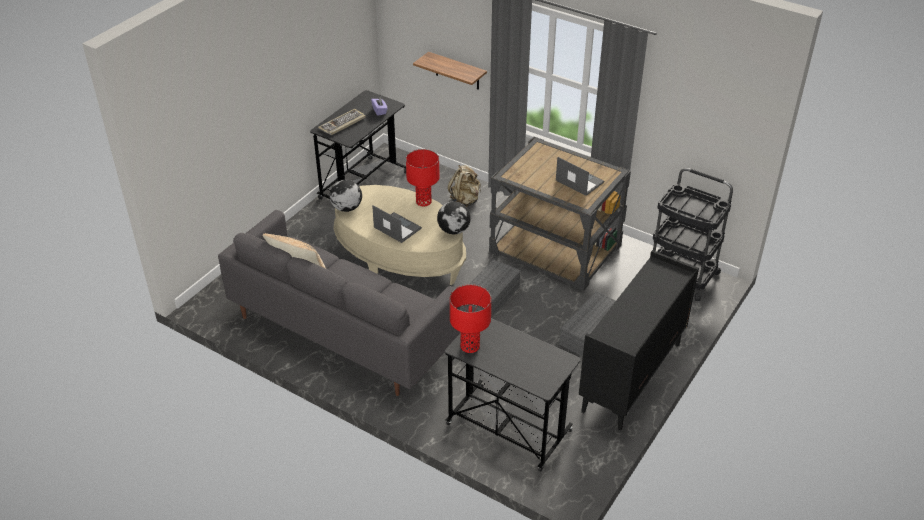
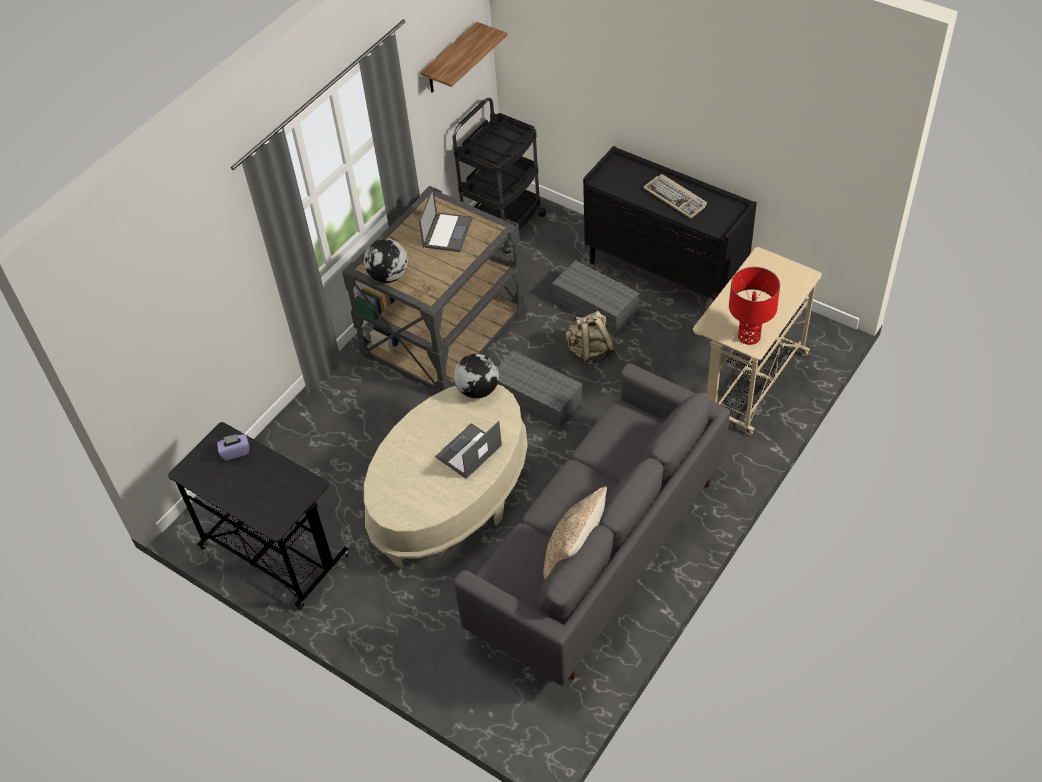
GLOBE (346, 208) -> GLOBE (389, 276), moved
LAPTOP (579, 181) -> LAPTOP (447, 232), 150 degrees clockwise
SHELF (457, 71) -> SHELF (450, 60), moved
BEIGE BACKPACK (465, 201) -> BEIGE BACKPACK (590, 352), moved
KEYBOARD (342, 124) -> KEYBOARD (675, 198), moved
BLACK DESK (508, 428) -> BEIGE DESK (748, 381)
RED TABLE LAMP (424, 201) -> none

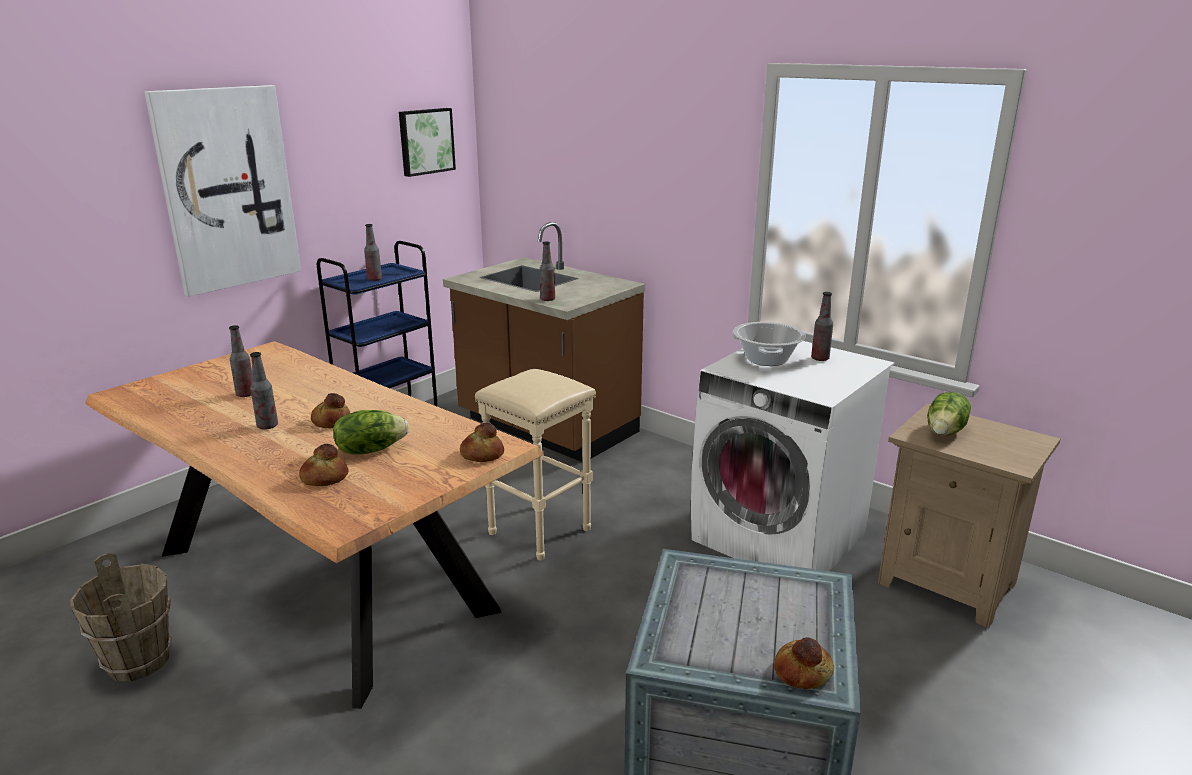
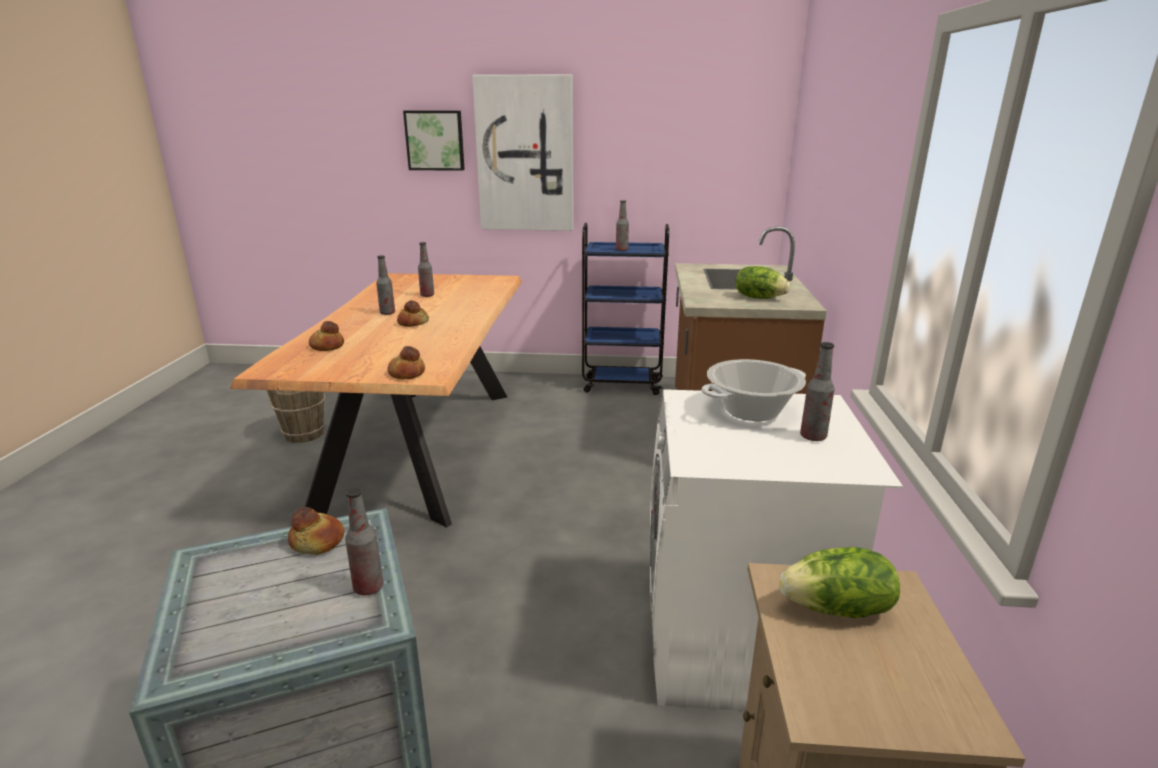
BREAD (802, 671) -> BREAD (318, 541), moved
BOTTLE (547, 299) -> BOTTLE (368, 587), moved
PICTURE (425, 141) -> PICTURE (435, 140), moved
LETTUCE (370, 450) -> LETTUCE (759, 298), moved
BEIGE STOOL (542, 531) -> none

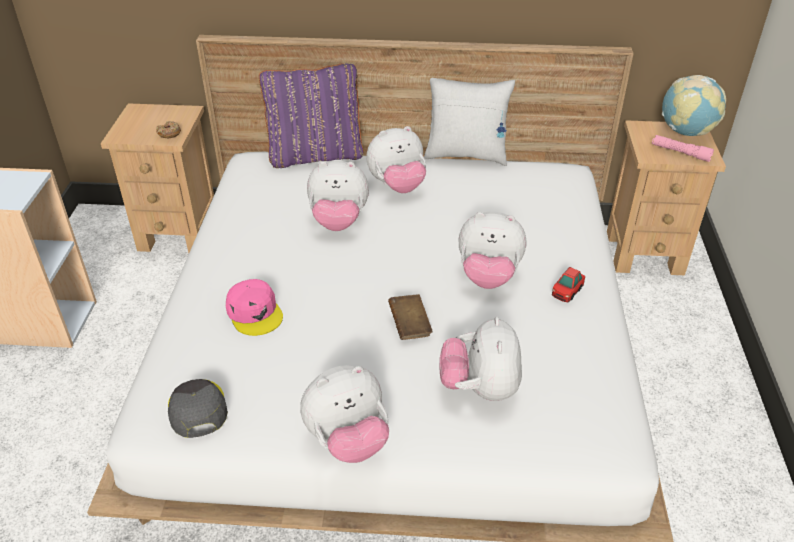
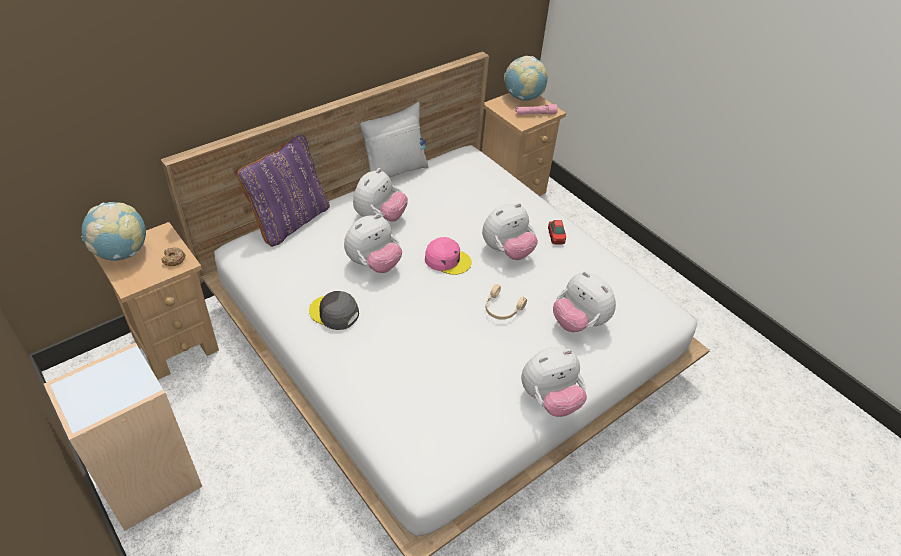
none -> GLOBE (122, 252)
GREY CAP (197, 409) -> GREY CAP (334, 313), moved
PINK CAP (255, 312) -> PINK CAP (447, 260), moved
BROWN BOOK (410, 326) -> BEIGE HEADPHONES (502, 309)
PLUSH TOY (348, 440) -> PLUSH TOY (549, 399), 45 degrees clockwise

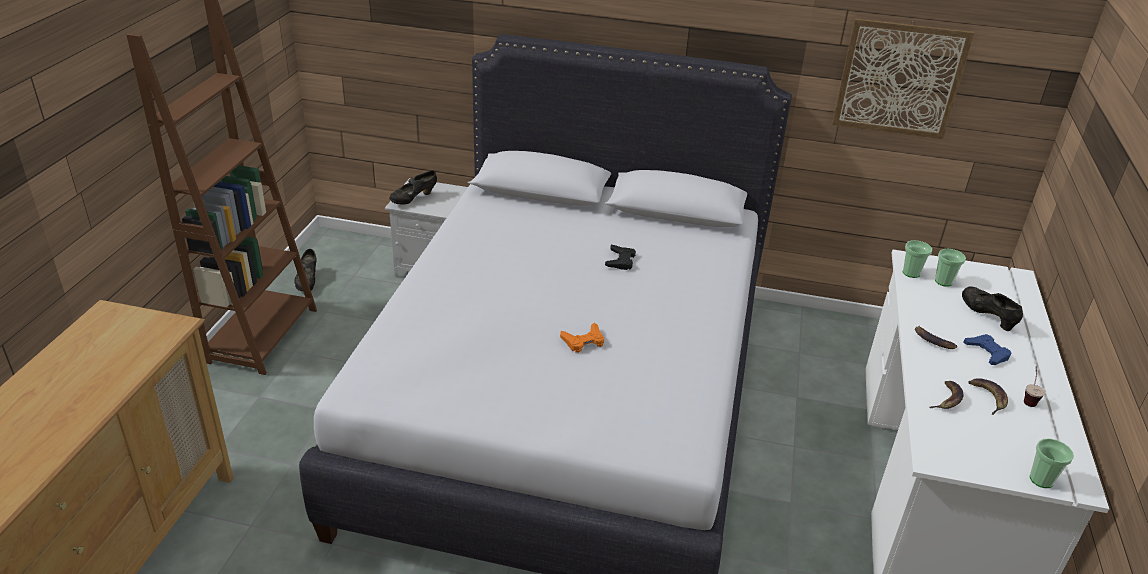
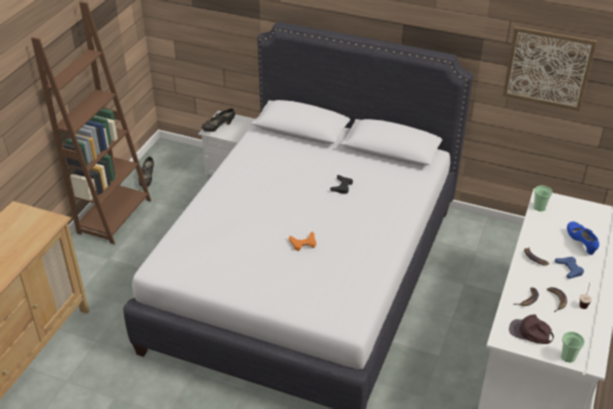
none -> BROWN CAP (530, 333)
BLACK SHOE (987, 317) -> BLUE SHOE (580, 243)
CUP (943, 281) -> none

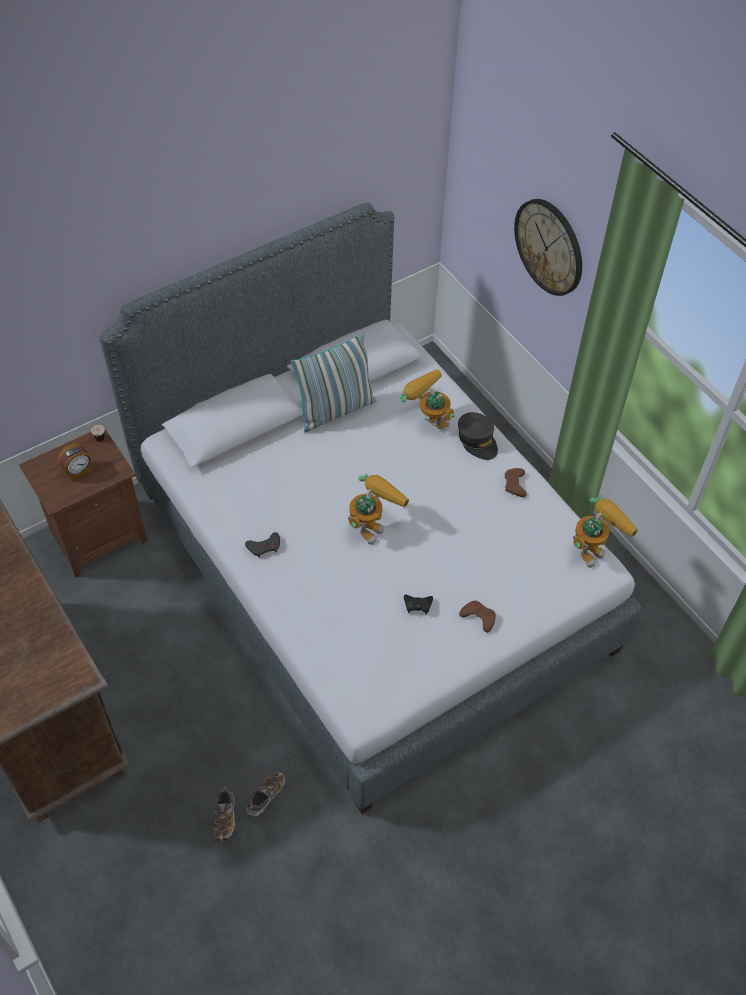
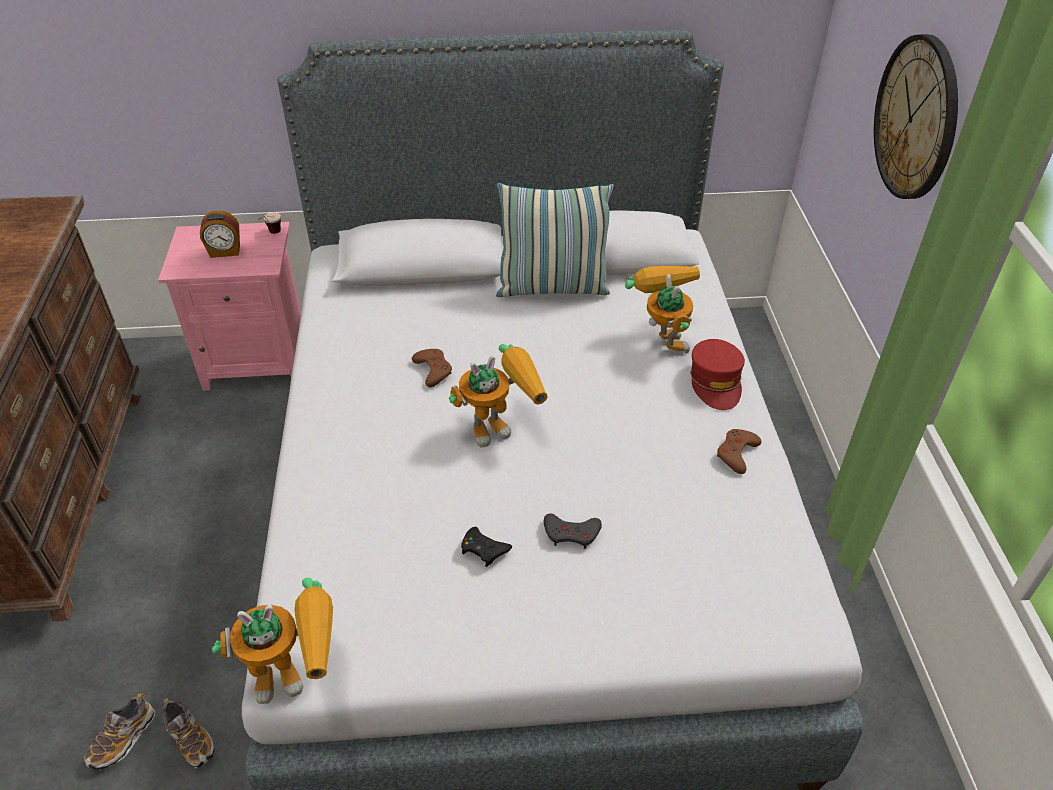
BROWN NIGHTSTAND (98, 536) -> PINK NIGHTSTAND (257, 361)
SHOE (265, 796) -> SHOE (190, 738), 75 degrees clockwise
TOY ROBOT (594, 547) -> TOY ROBOT (298, 672), moved
BROWN GAME CONTROLLER (478, 617) -> BROWN GAME CONTROLLER (433, 370), moved
GREY GAME CONTROLLER (264, 547) -> GREY GAME CONTROLLER (571, 533), moved
GREY CAP (477, 441) -> RED CAP (716, 382)

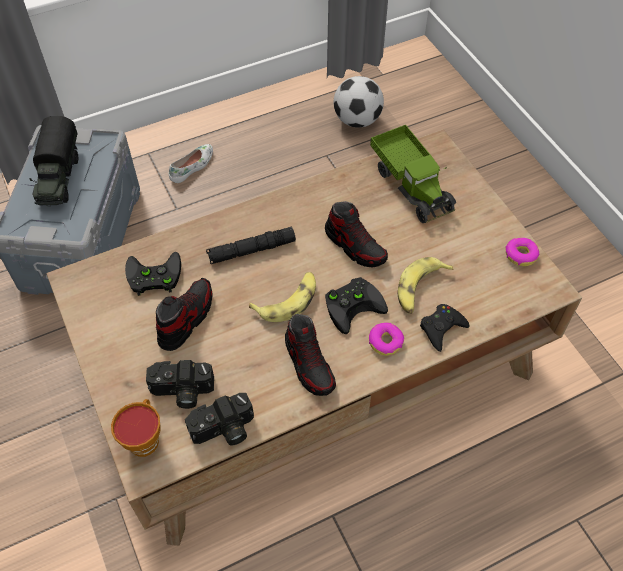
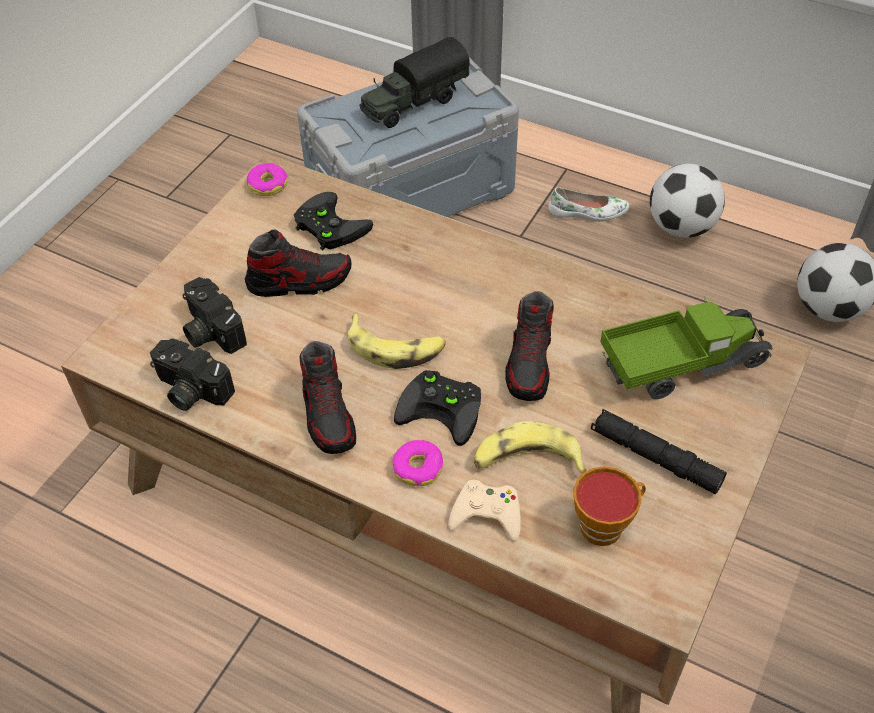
DONUT (520, 255) -> DONUT (268, 185), moved
SHOE (309, 364) -> SHOE (328, 414), 45 degrees counterclockwise
BLACK GAME CONTROLLER (441, 328) -> BEIGE GAME CONTROLLER (487, 514)
CUP (144, 438) -> CUP (605, 524), moved
BLACK FLASHLIGHT (251, 250) -> BLACK FLASHLIGHT (655, 457), moved
TOY TRUCK (411, 184) -> TOY TRUCK (681, 364), 135 degrees counterclockwise
none -> FOOTBALL (681, 227)

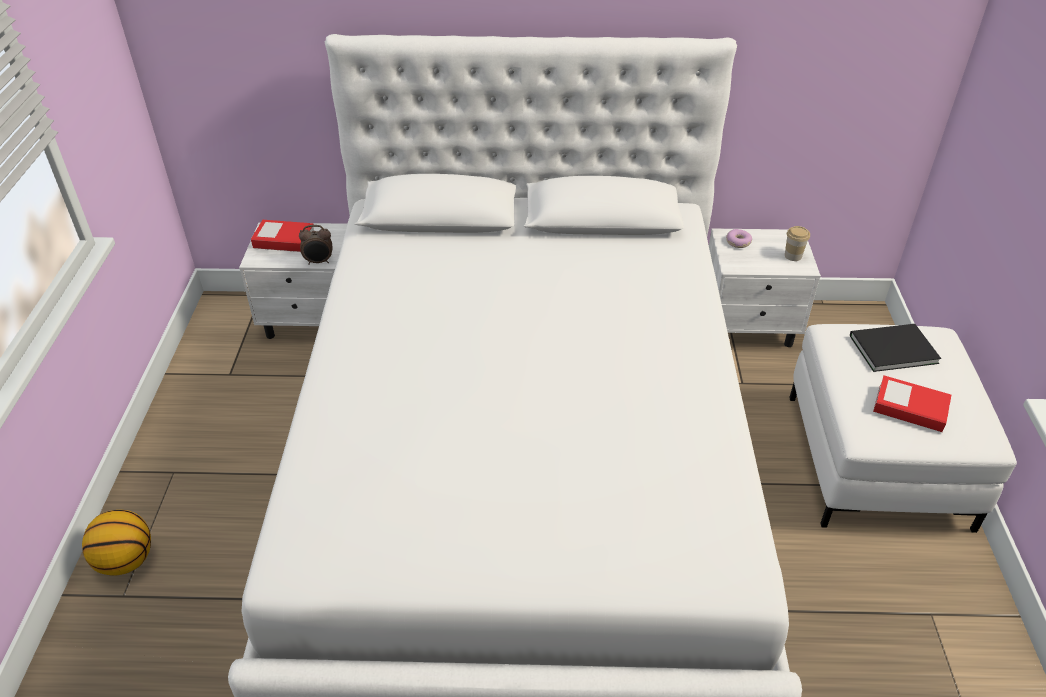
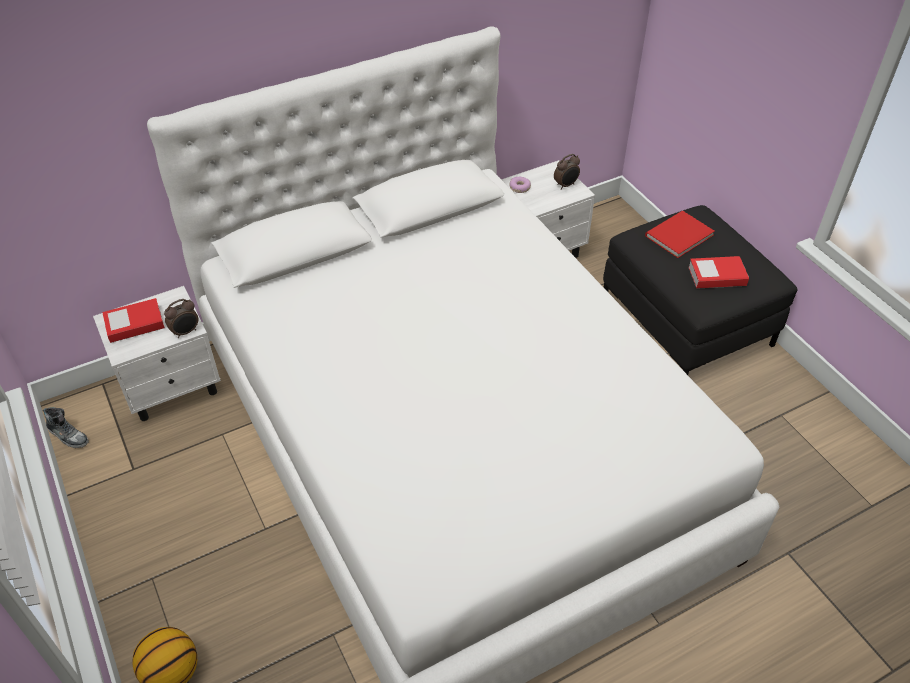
none -> SHOE (68, 435)
CUP (793, 256) -> ALARM CLOCK (566, 185)
WHITE OTTOMAN (877, 461) -> BLACK OTTOMAN (687, 321)
BLACK BOOK (890, 348) -> RED BOOK (677, 235)

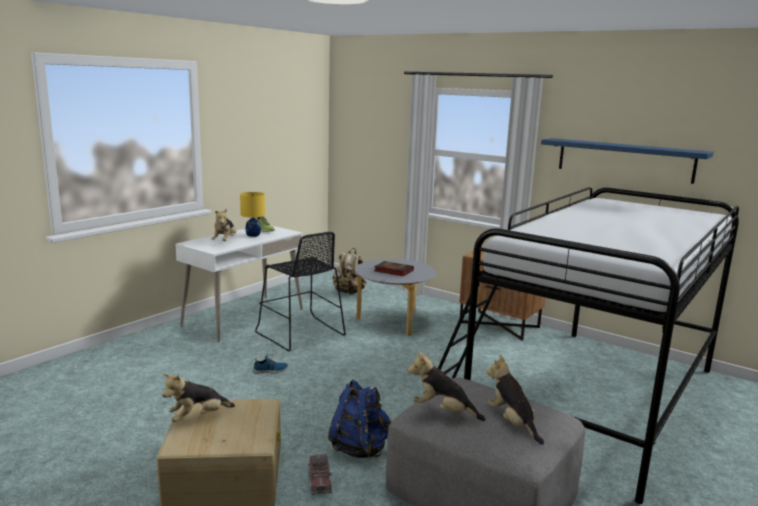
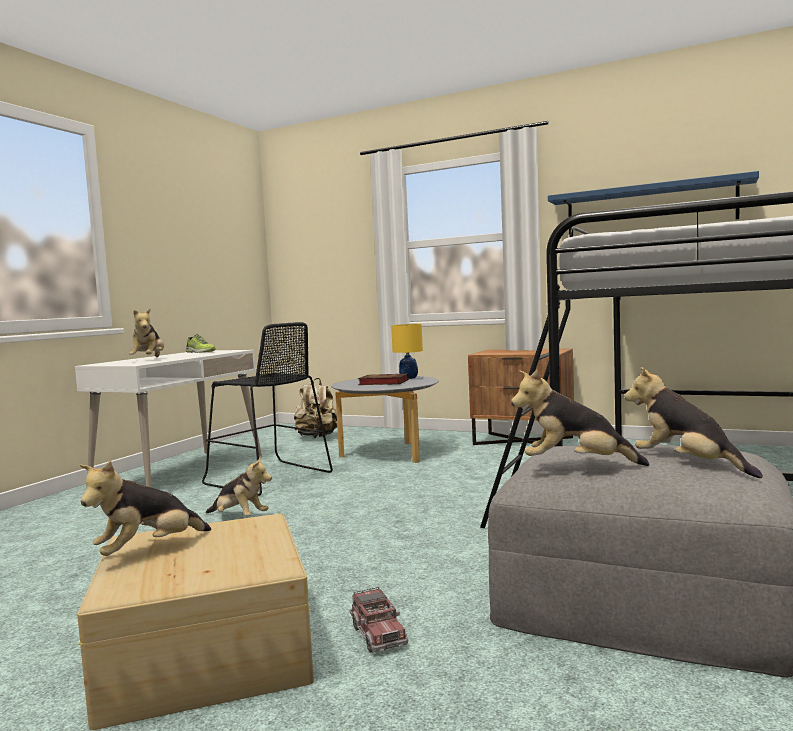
SHOE (270, 370) -> PLUSH TOY (239, 517)
YELLOW TABLE LAMP (253, 236) -> YELLOW TABLE LAMP (409, 378), moved
BLUE BACKPACK (360, 448) -> none

